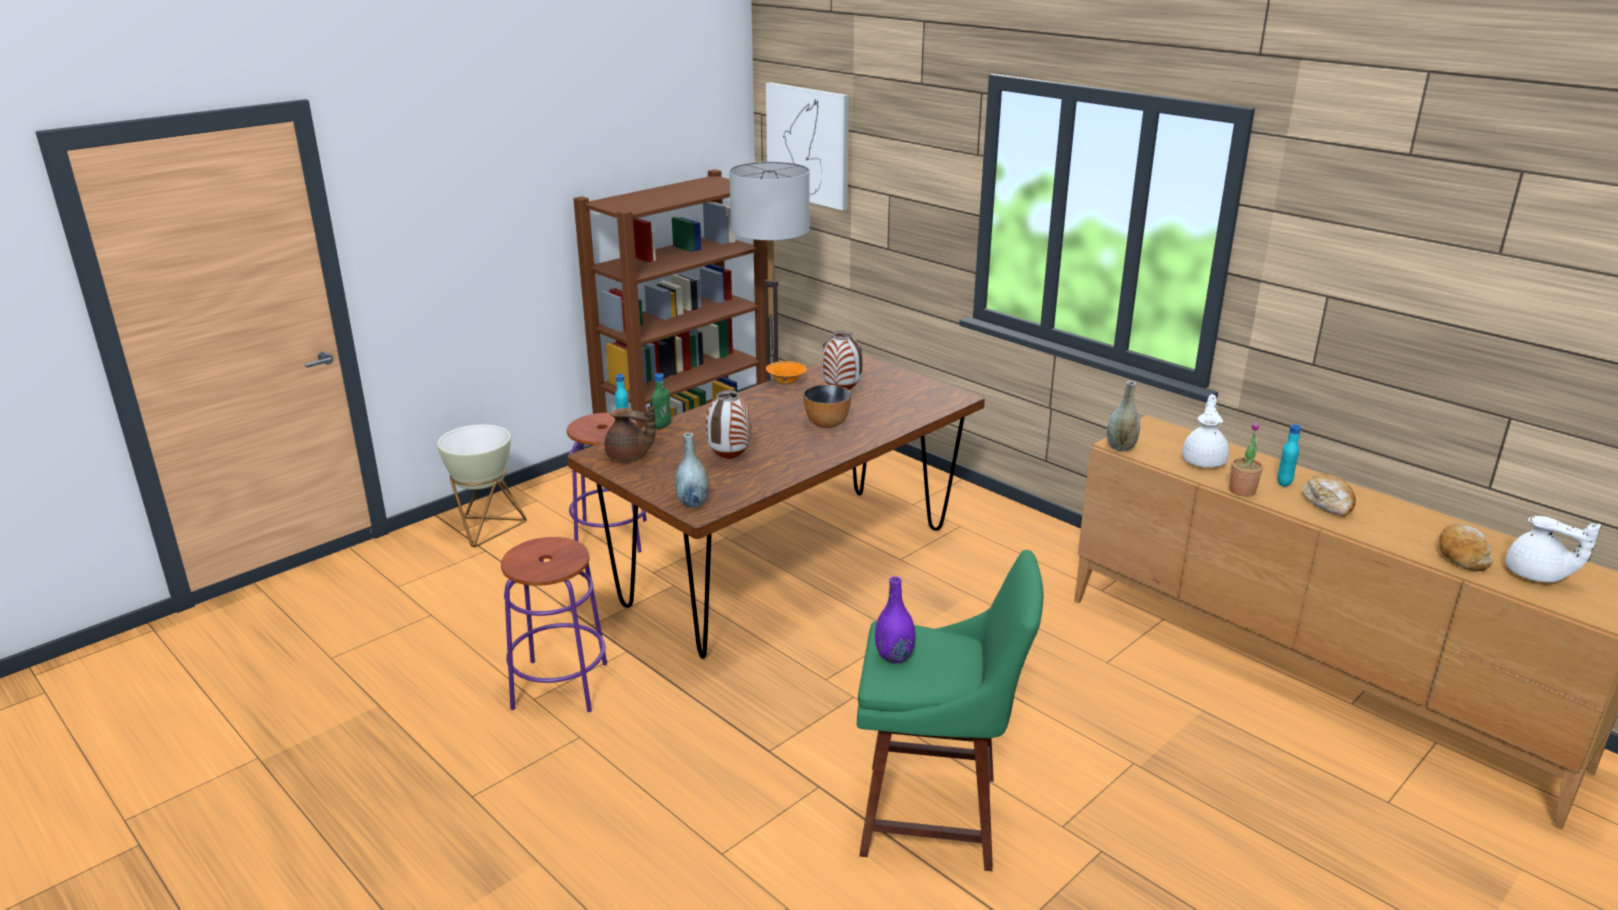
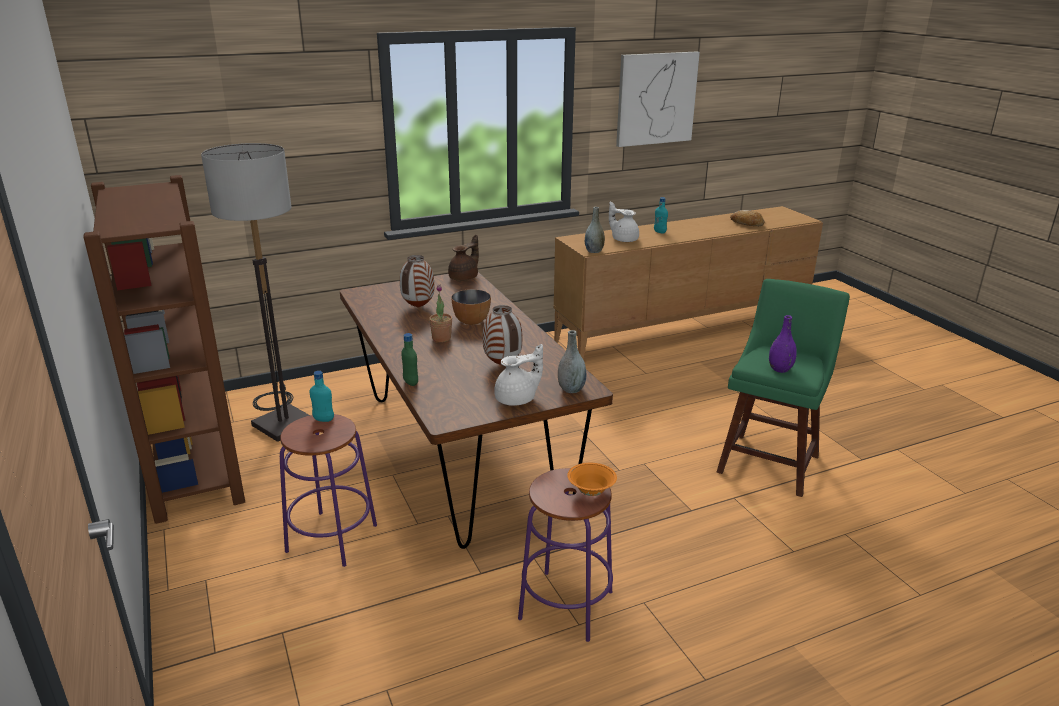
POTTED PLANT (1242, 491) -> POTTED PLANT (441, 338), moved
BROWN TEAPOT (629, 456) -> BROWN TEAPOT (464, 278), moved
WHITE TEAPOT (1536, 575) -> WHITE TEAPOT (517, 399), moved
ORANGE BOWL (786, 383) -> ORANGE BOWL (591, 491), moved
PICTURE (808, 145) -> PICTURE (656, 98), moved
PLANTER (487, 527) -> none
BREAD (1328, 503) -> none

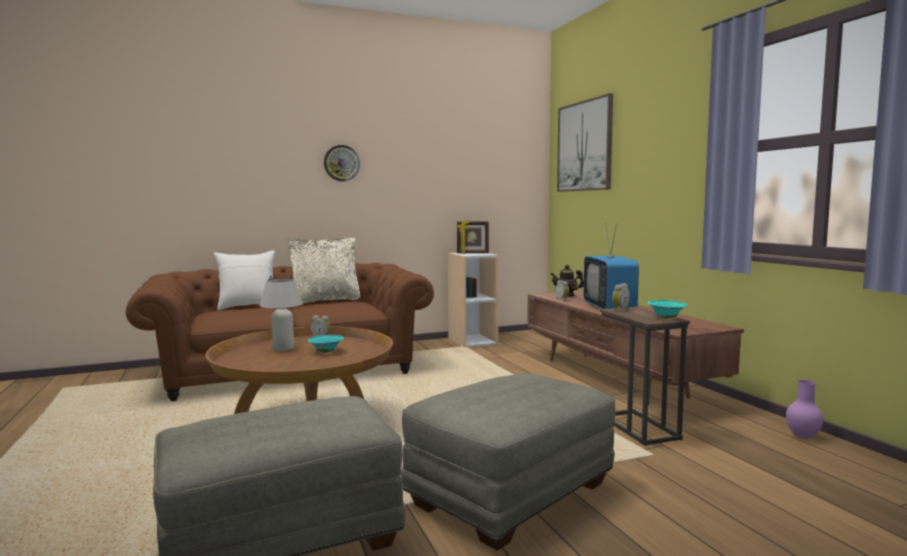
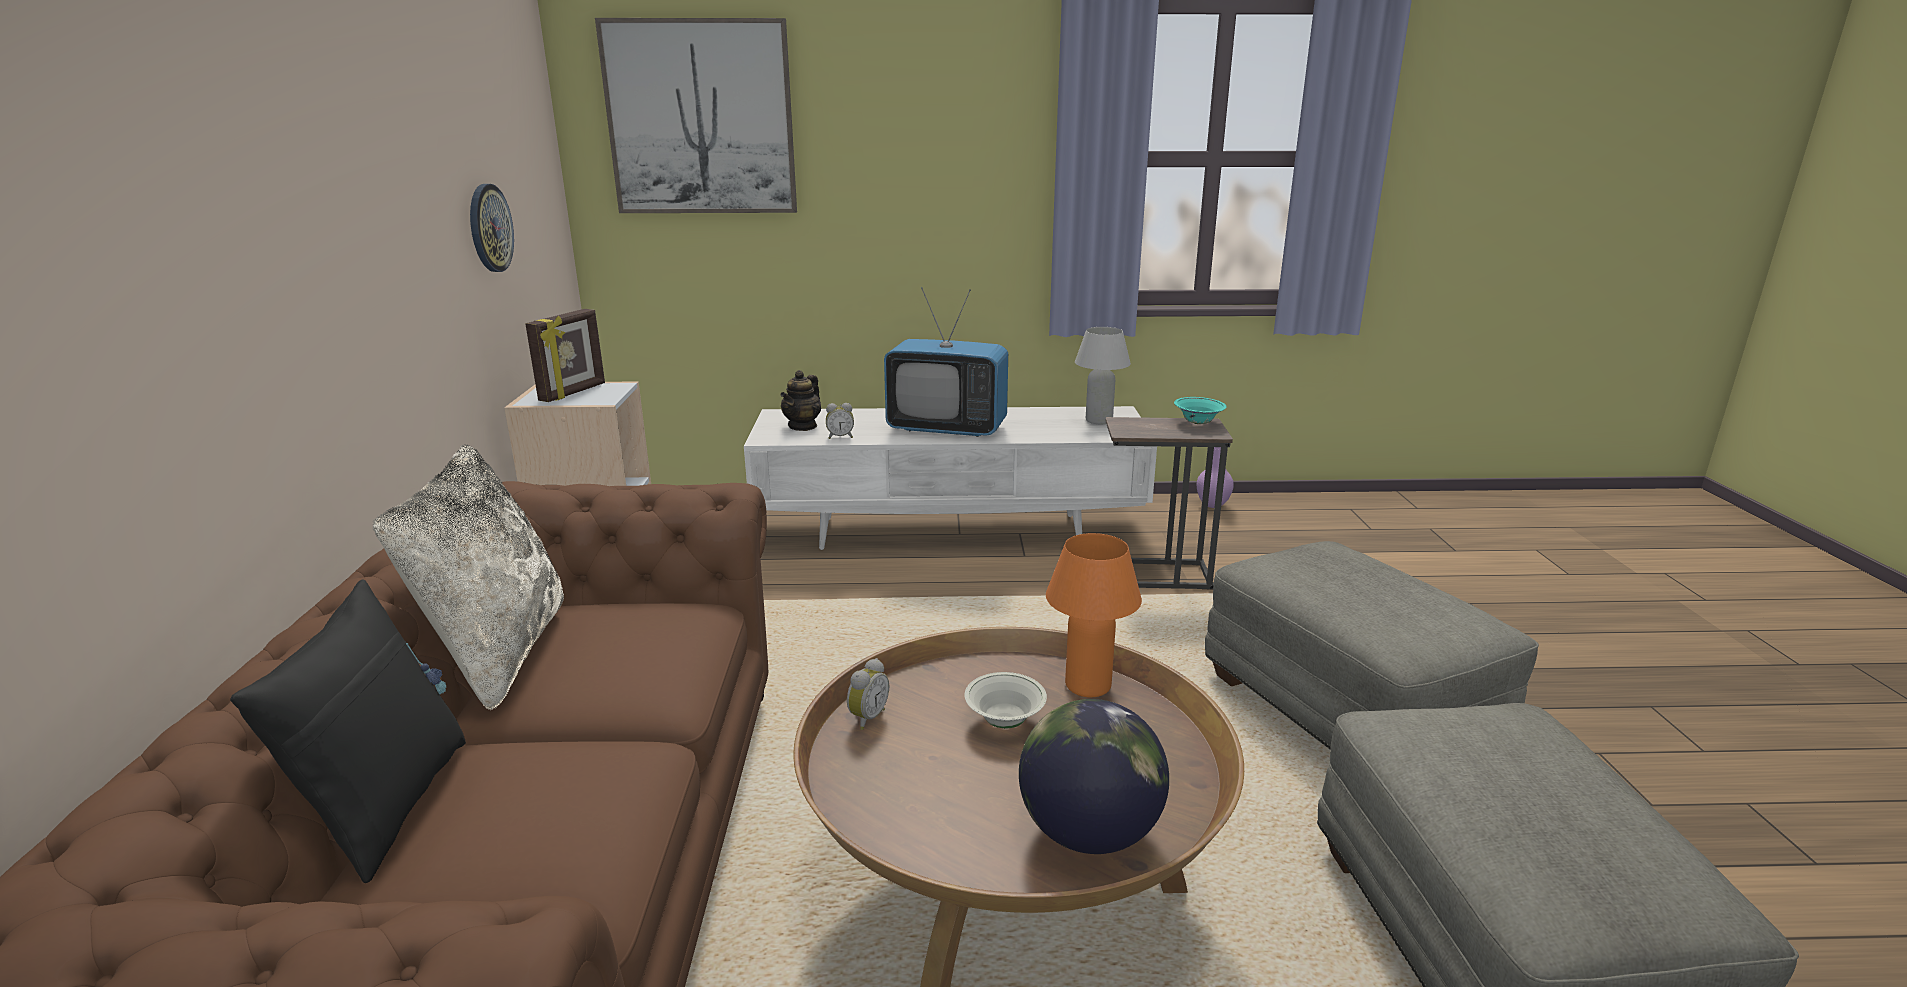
WHITE PILLOW (248, 307) -> BLACK PILLOW (388, 808)
WALL CLOCK (341, 163) -> WALL CLOCK (489, 228), moved
BROWN TV STAND (616, 377) -> WHITE TV STAND (950, 529)
TURQUOISE BOWL (326, 352) -> WHITE BOWL (1004, 721)
none -> GLOBE (1089, 833)
none -> ORANGE TABLE LAMP (1088, 686)
WHITE TABLE LAMP (283, 348) -> WHITE TABLE LAMP (1099, 420), moved
ALARM CLOCK (619, 310) -> none

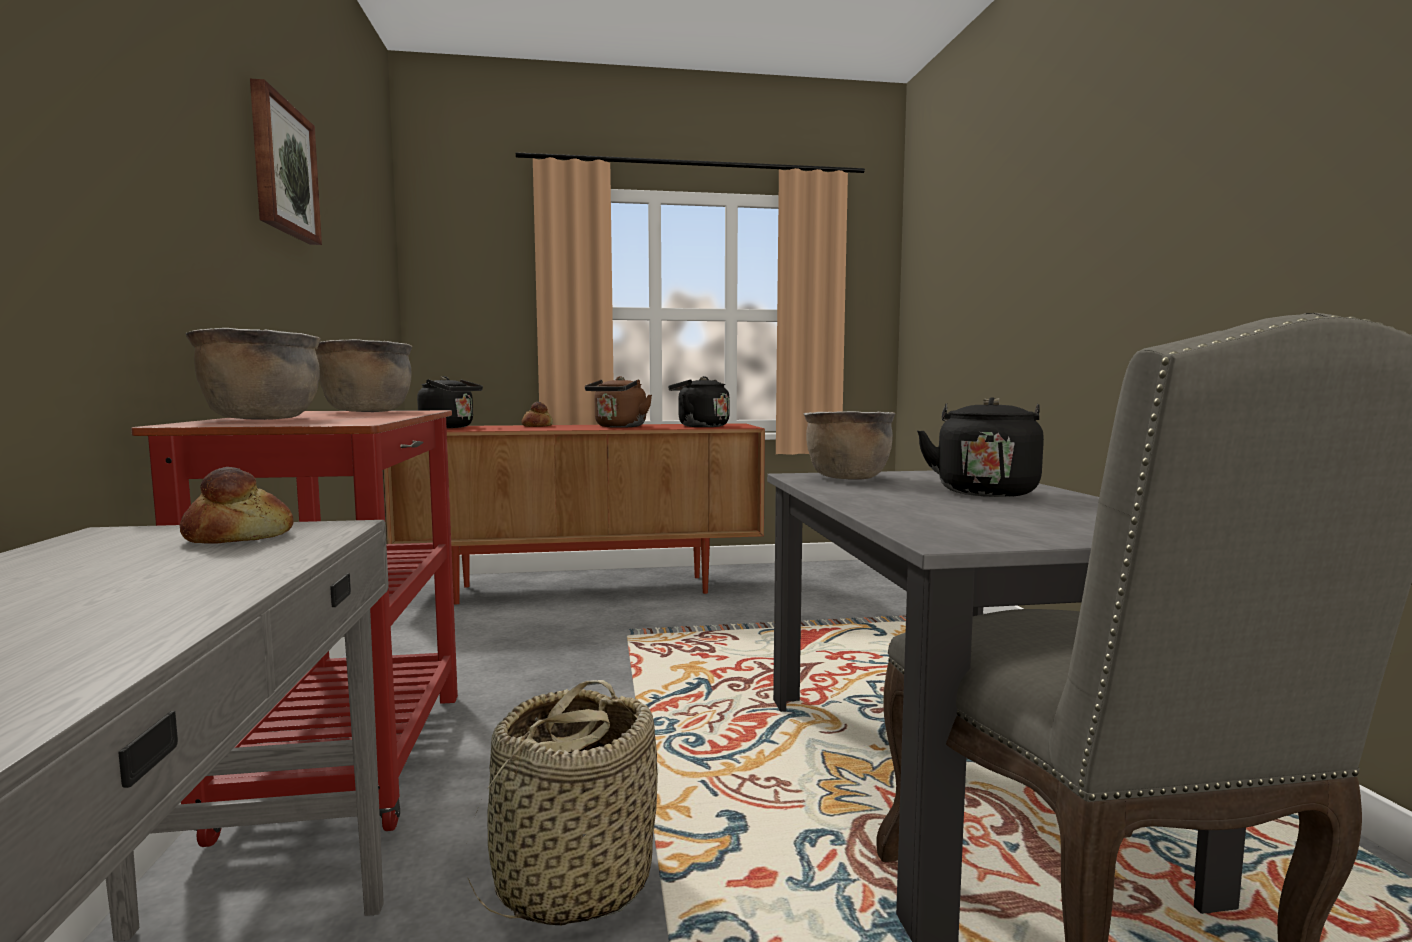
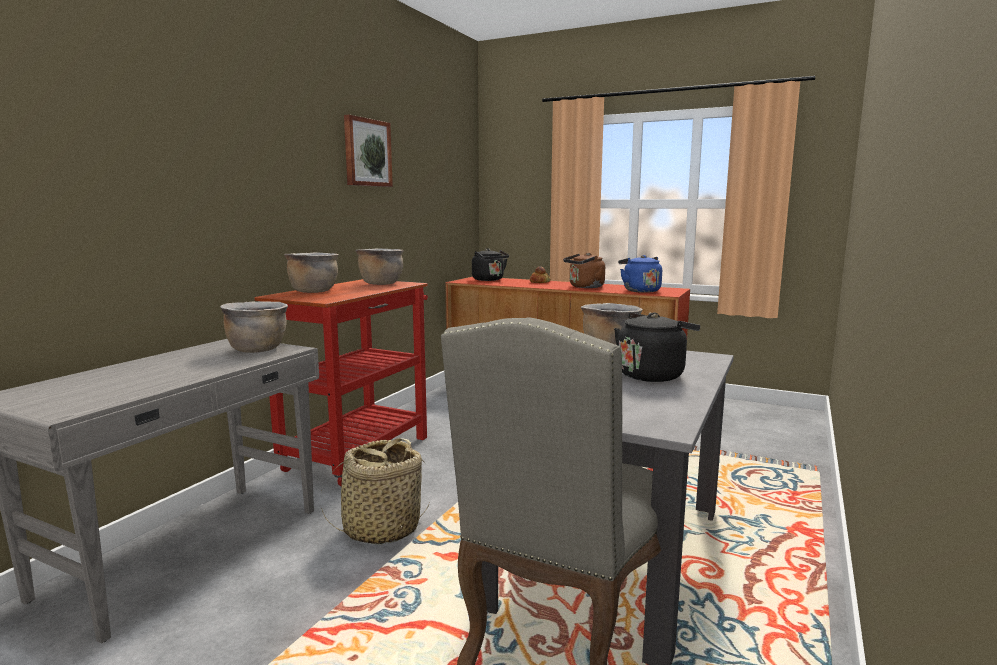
BREAD (239, 536) -> BROWN COOKING POT (257, 349)
BLACK KETTLE (700, 426) -> BLUE KETTLE (639, 290)

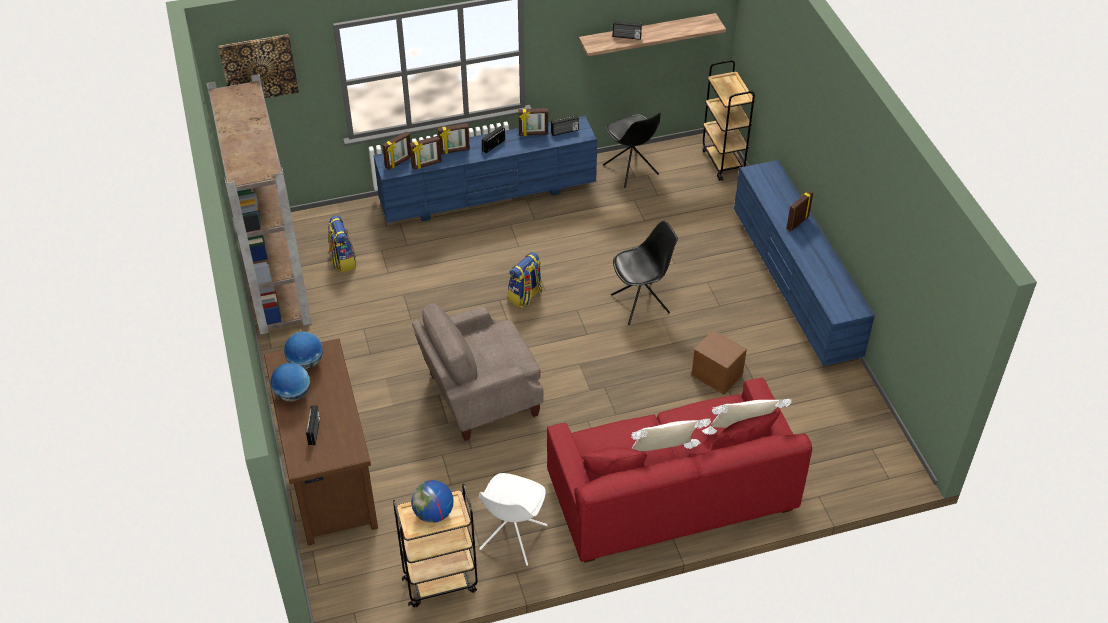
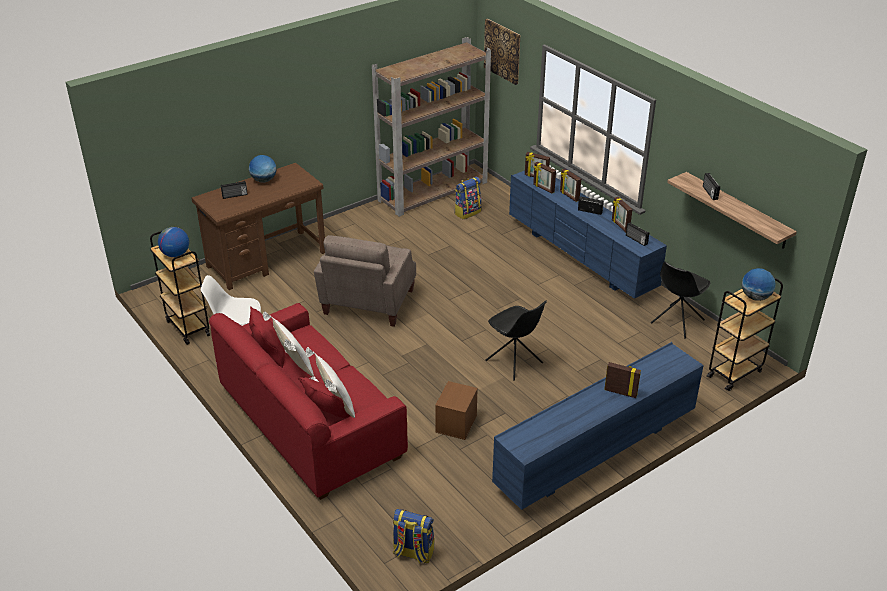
BEIGE ARMCHAIR (480, 396) -> BEIGE ARMCHAIR (368, 304), 120 degrees counterclockwise
BACKPACK (525, 296) -> BACKPACK (413, 552), moved
GLOBE (306, 363) -> GLOBE (755, 297), moved

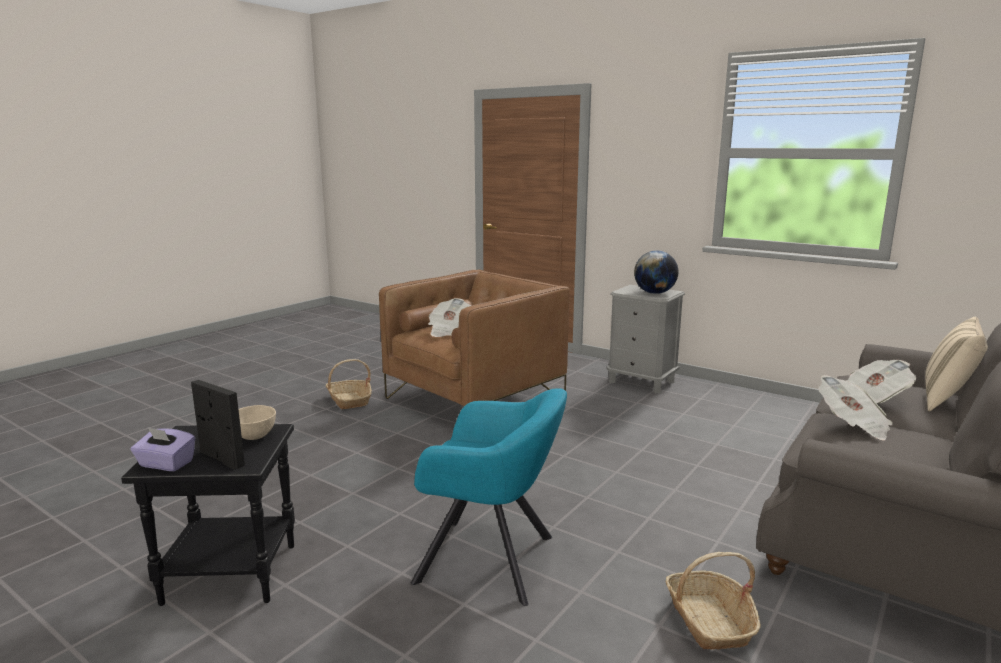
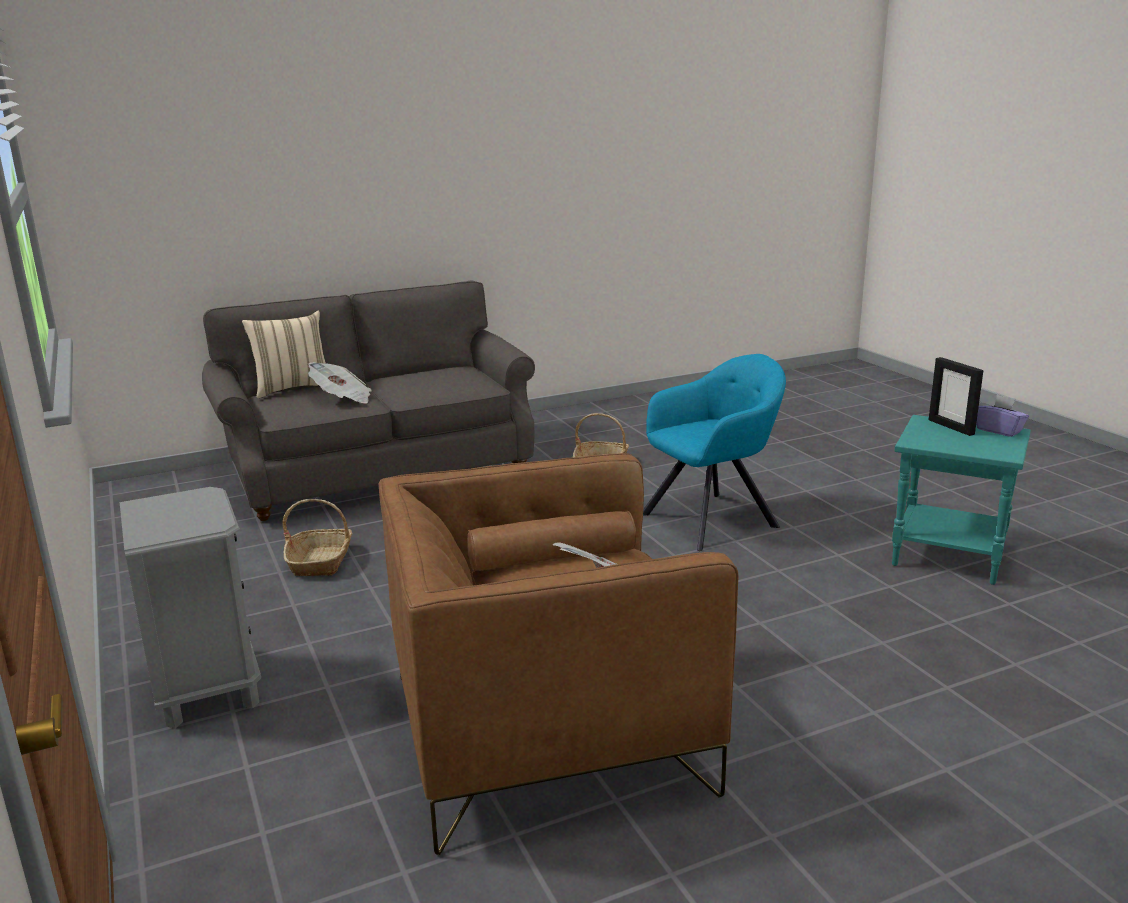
BASKET (349, 400) -> BASKET (321, 561), moved
TURQUOISE ARMCHAIR (492, 560) -> TURQUOISE ARMCHAIR (713, 519), 105 degrees clockwise
BLACK SIDE TABLE (228, 575) -> TURQUOISE SIDE TABLE (950, 556)
BEIGE BOWL (254, 436) -> none
GLOBE (654, 293) -> none
NEWSPAPER (853, 425) -> none

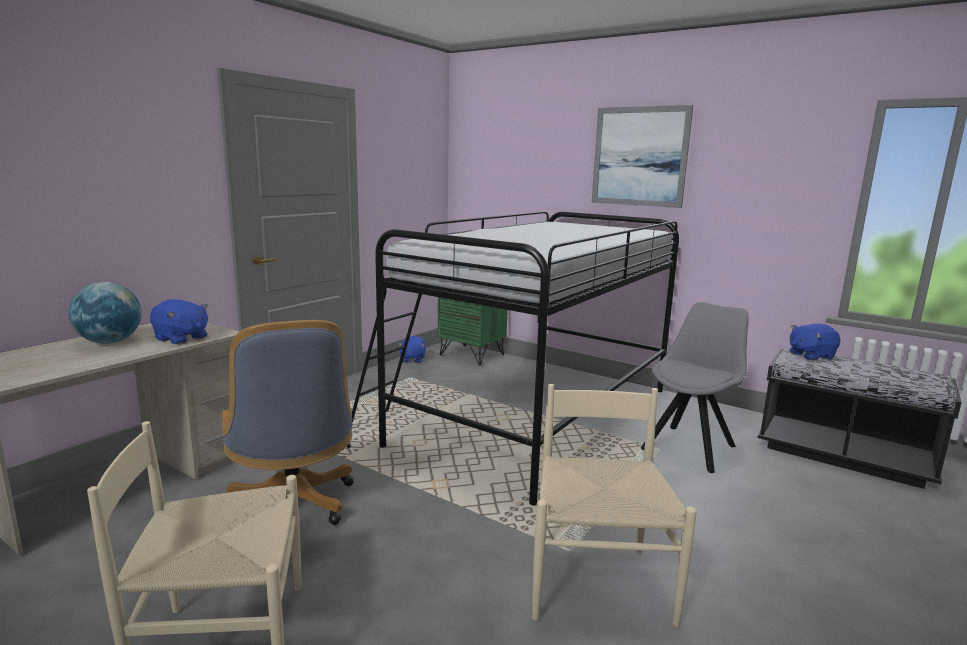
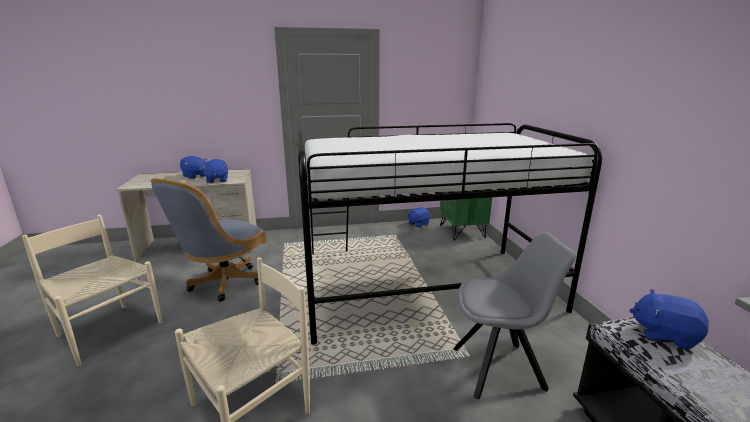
GLOBE (110, 342) -> BLUE PLUSH TOY (195, 176)
PICTURE (639, 156) -> none

